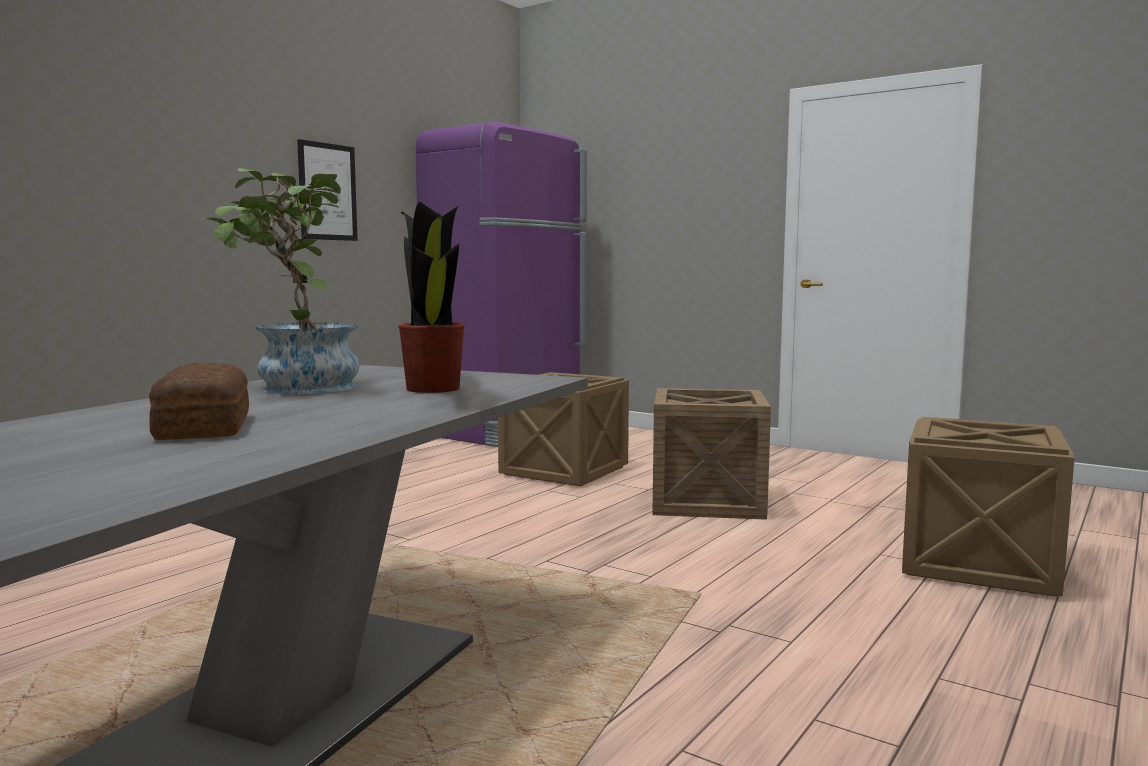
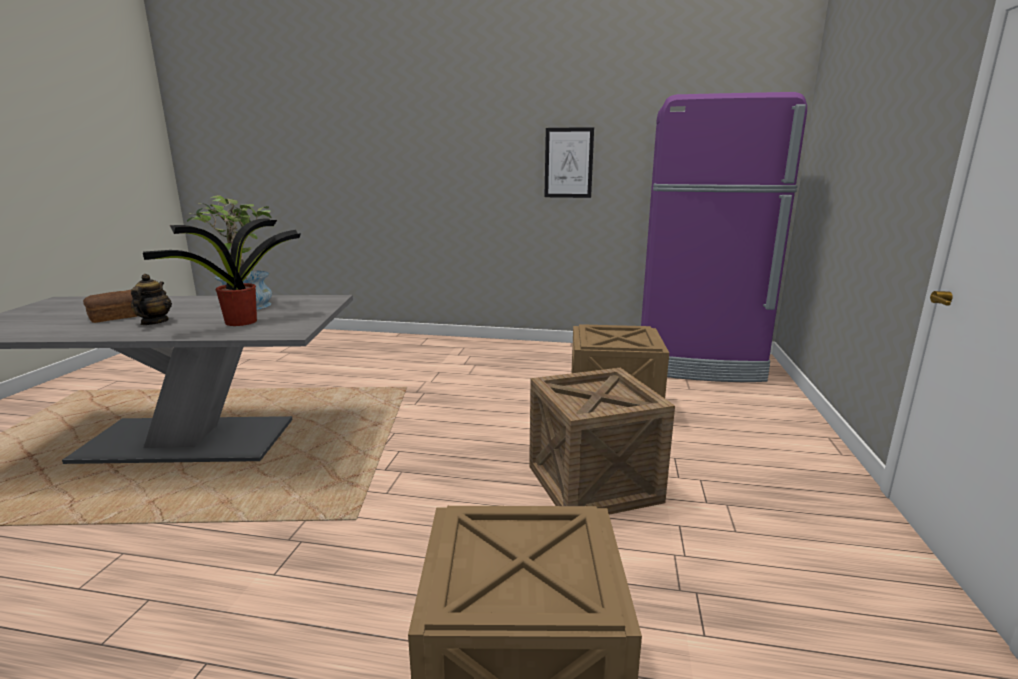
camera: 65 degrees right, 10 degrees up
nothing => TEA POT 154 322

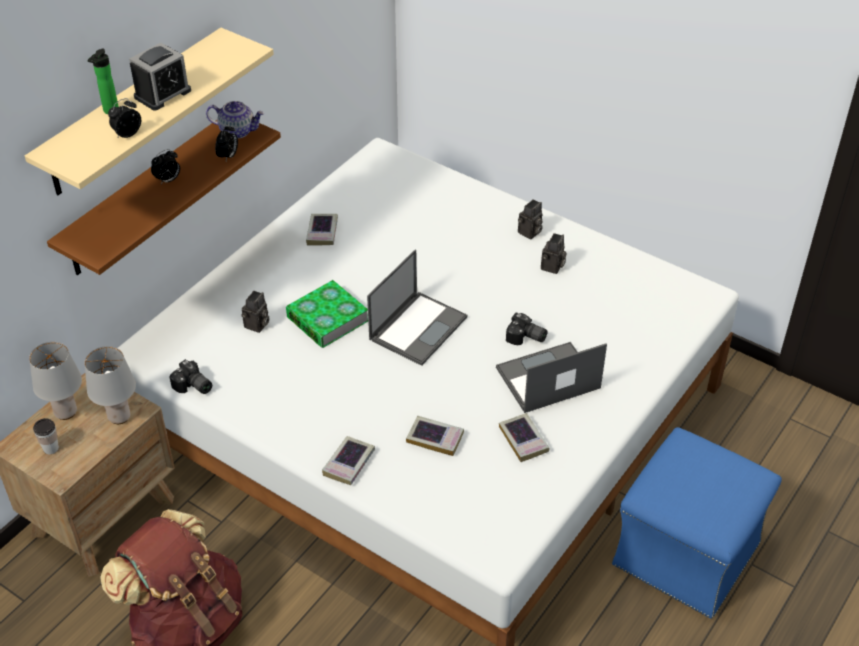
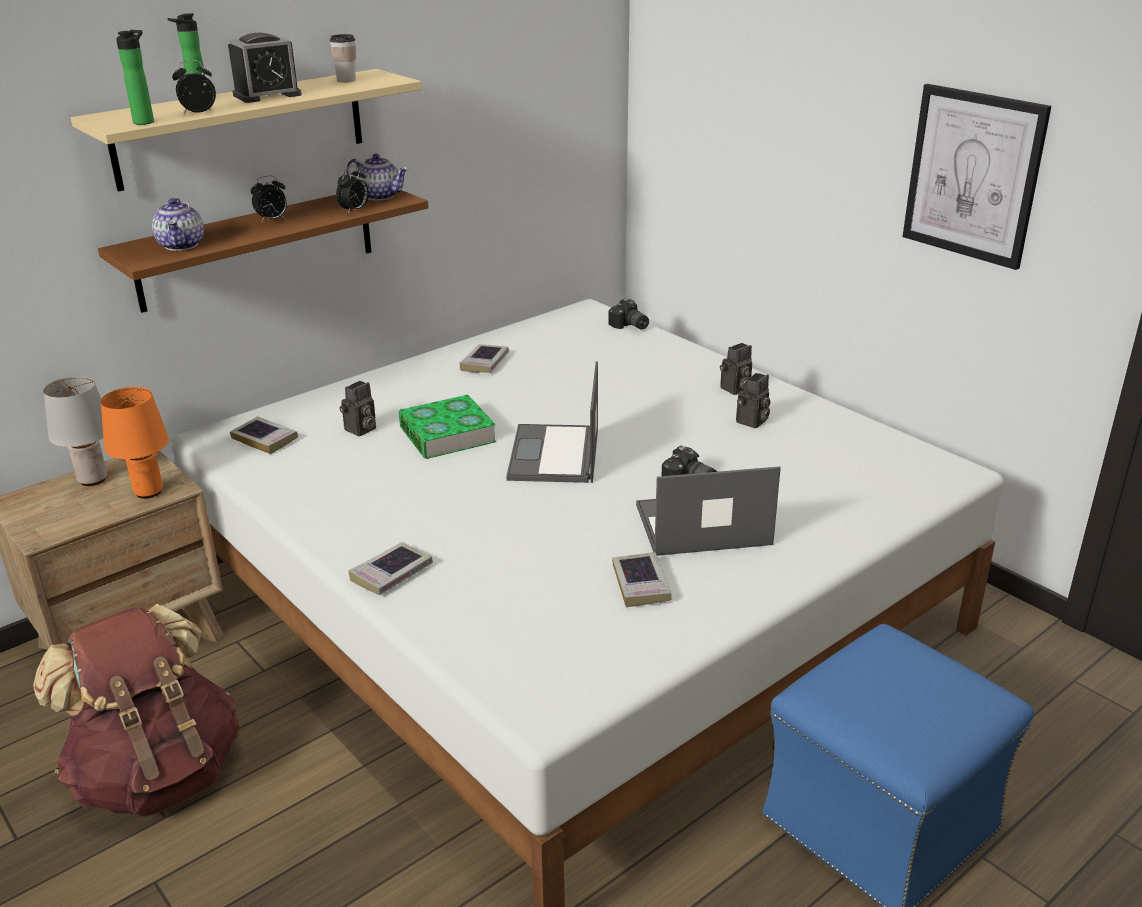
camera: 15 degrees right, 15 degrees down
GREY TABLETOP LAMP 120 417 => ORANGE TABLETOP LAMP 149 492
nothing => DRINK BOTTLE 145 121
nothing => TEA POT 182 245
VOLUME 435 438 => VOLUME 265 439, shifted
CUP 51 448 => CUP 346 80, shifted
LAPTOP 418 327 => LAPTOP 554 455, 135 degrees clockwise
PHOTO CAMERA 193 387 => PHOTO CAMERA 629 326, shifted
nothing => WALL ART 973 175

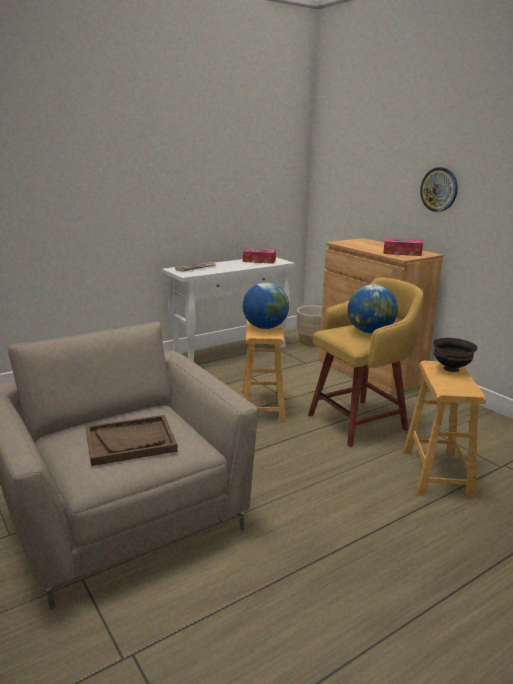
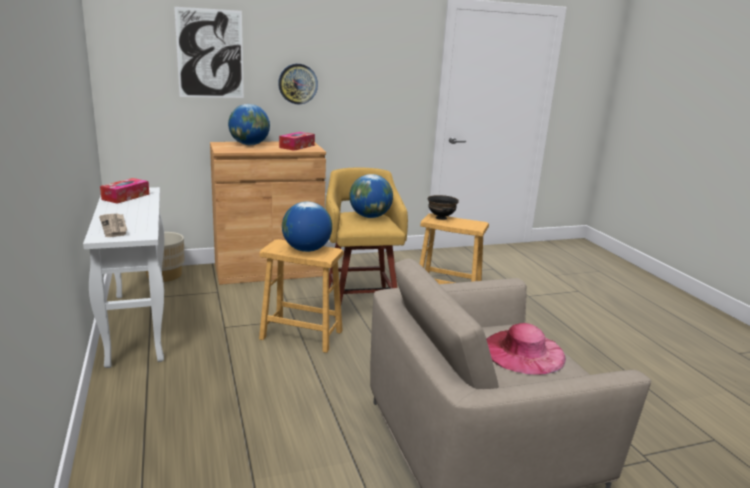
camera: 75 degrees left, 0 degrees up
nothing => WALL ART 210 54
nothing => GLOBE 249 145
BROWN SERVING TRAY 131 442 => PINK-COLOURED HAT 523 352

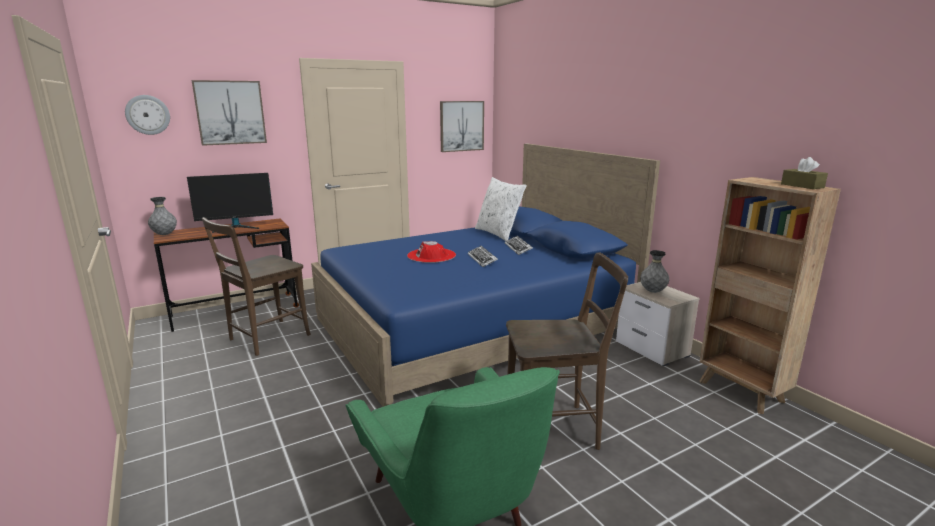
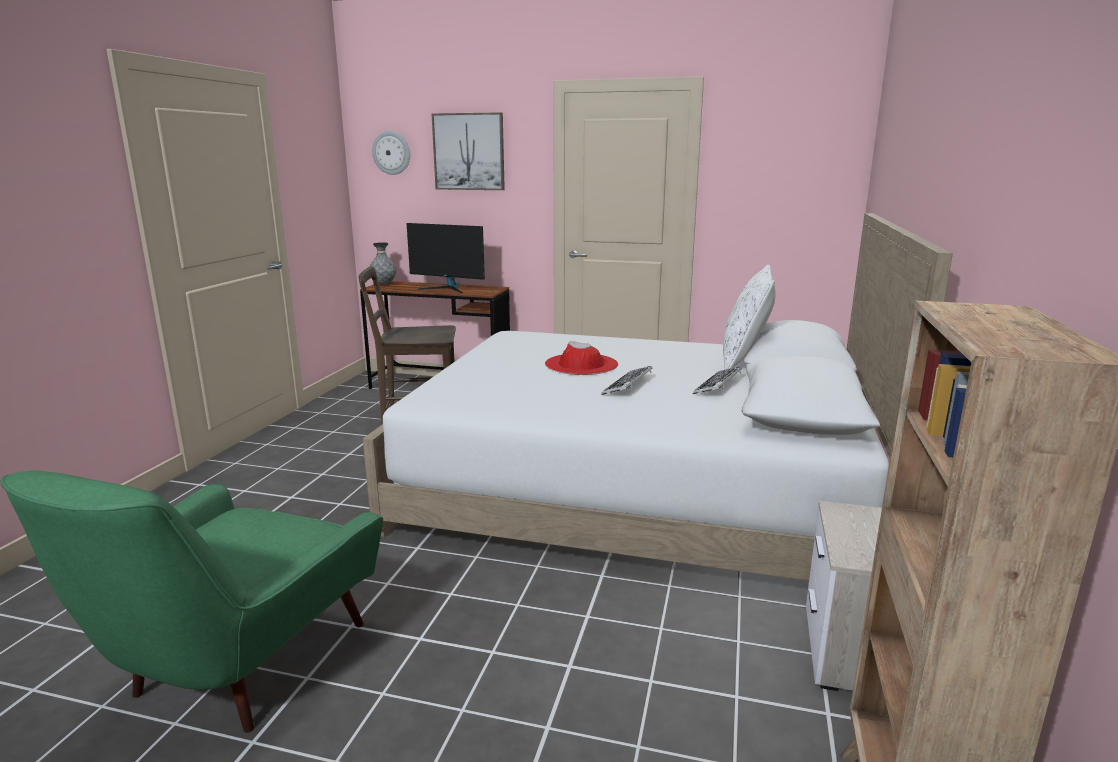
camera: 45 degrees right, 0 degrees up
BLUE-COLOURED SLEEPING BED 474 324 => WHITE-COLOURED SLEEPING BED 637 489
WALL ART 461 126 => nothing
BROWN UPRIGHT CHAIR 555 428 => nothing
GREY FLOWER VASE 652 291 => nothing
BROWN TISSUE HOLDER 802 186 => nothing

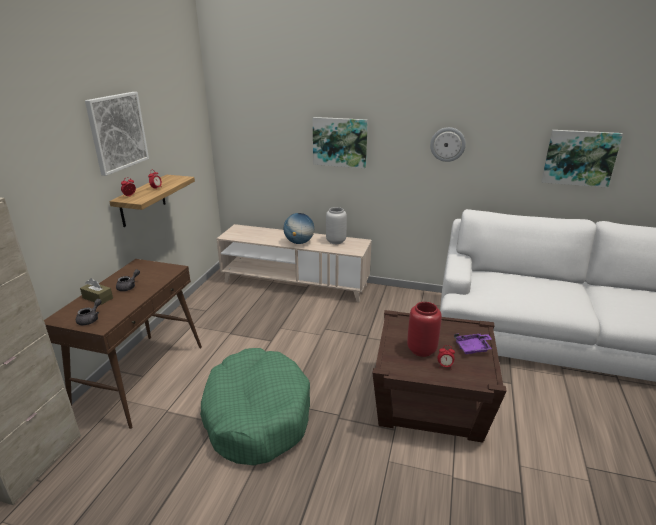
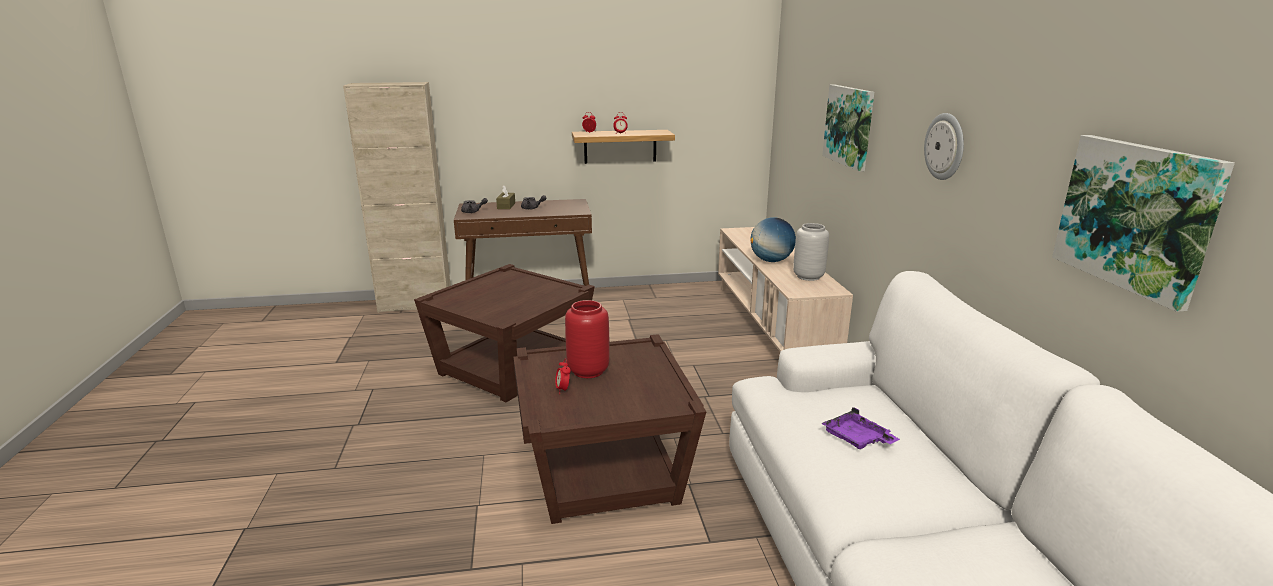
camera: 65 degrees right, 5 degrees down
GREEN DOG CUSHION 256 415 => BROWN ACCENT TABLE 512 366
PURPLISH SERVING TRAY 473 348 => PURPLISH SERVING TRAY 857 439, shifted
WALL ART 117 132 => nothing

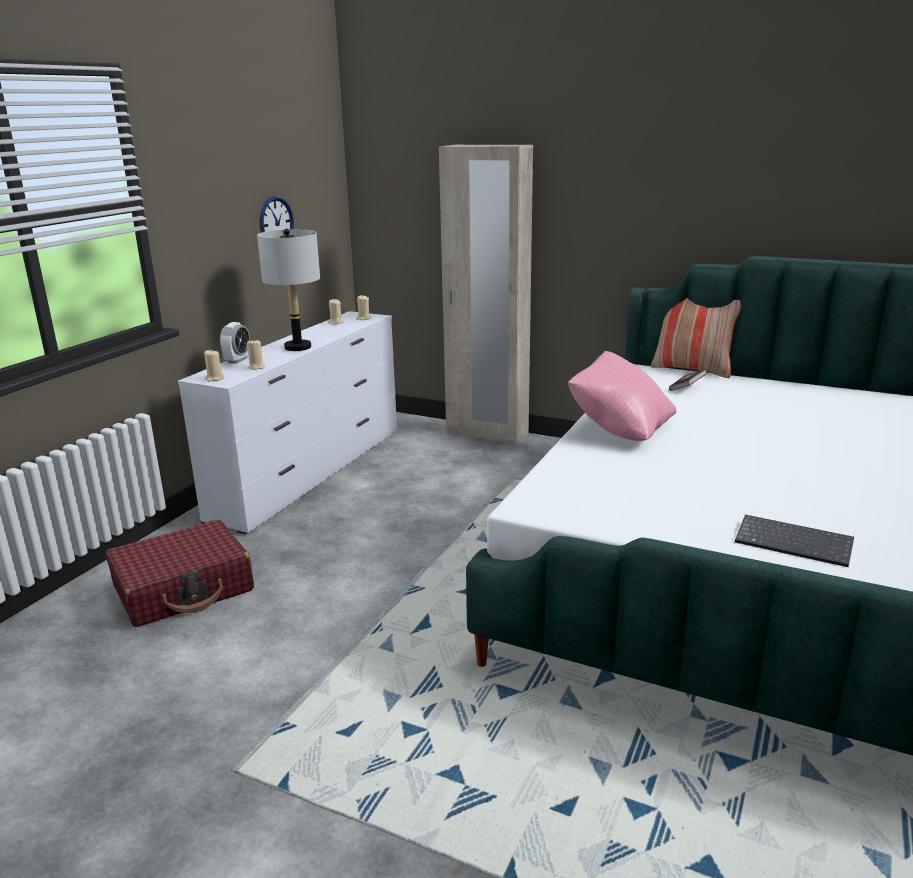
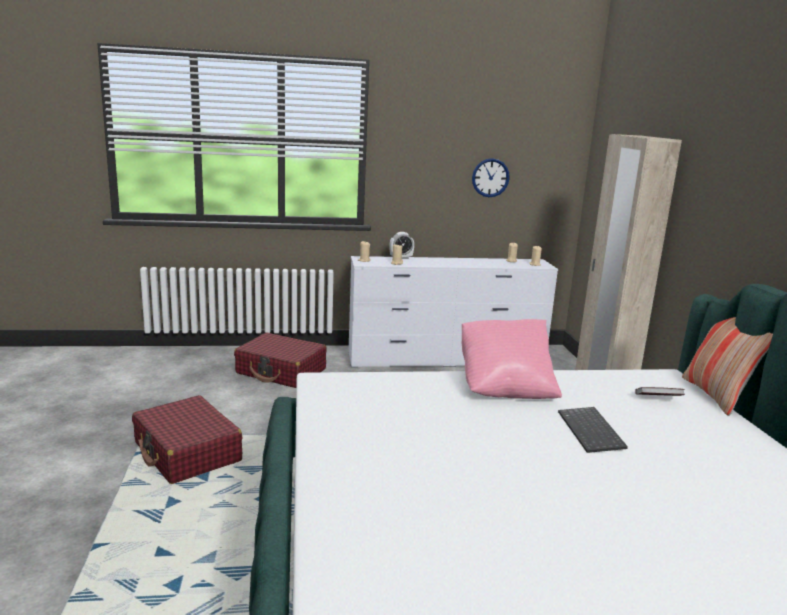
camera: 55 degrees right, 5 degrees down
nothing => RED PIECE OF LUGGAGE 187 452
KEYBOARD 795 542 => KEYBOARD 592 432, shifted
GREY TABLETOP LAMP 297 347 => nothing

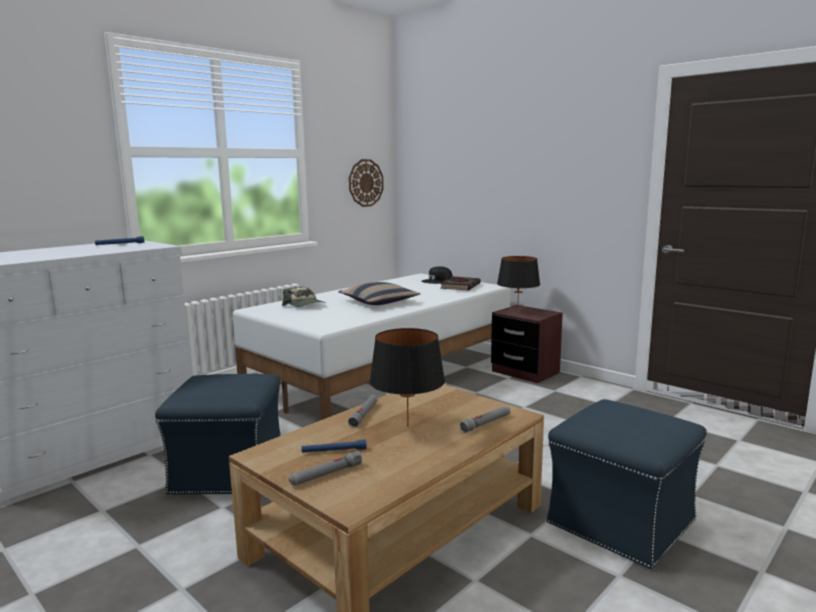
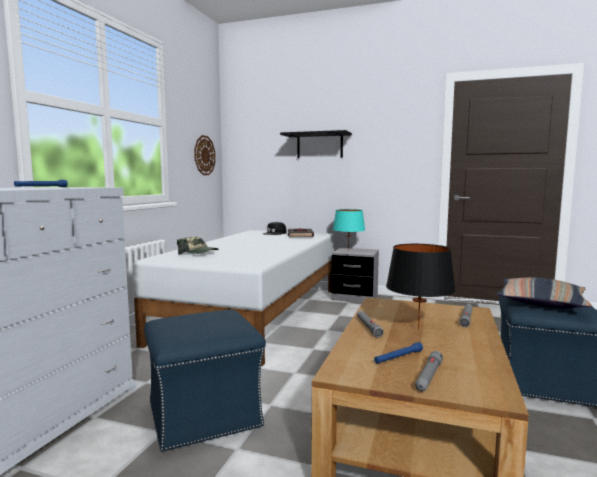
camera: 25 degrees left, 5 degrees down
nothing => BLACK WALL SHELF 319 146
BROWN BEDSIDE TABLE 525 372 => GREY BEDSIDE TABLE 354 297
BLACK TABLETOP LAMP 517 311 => BLUE-GREEN TABLETOP LAMP 348 251
PILLOW 379 302 => PILLOW 541 302, shifted

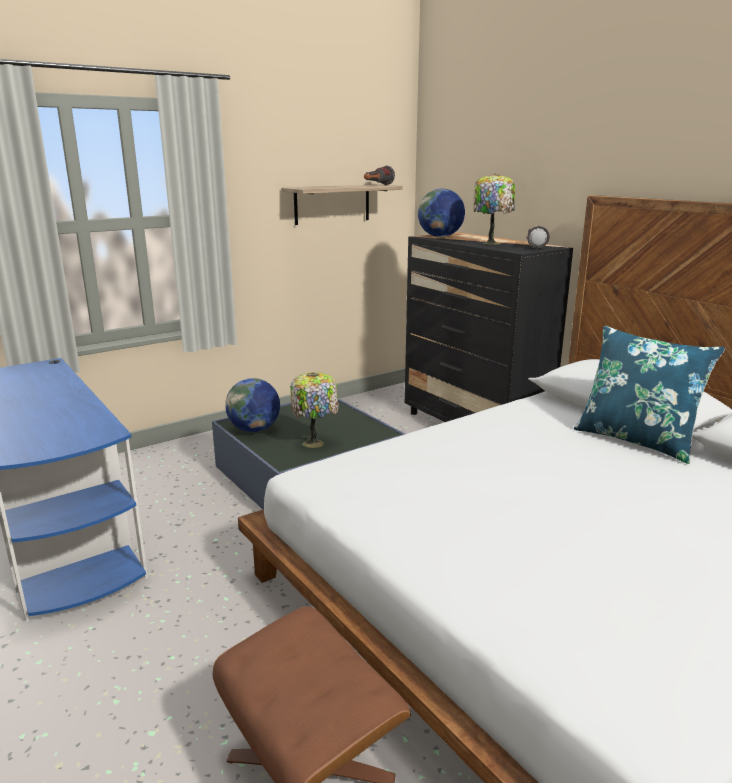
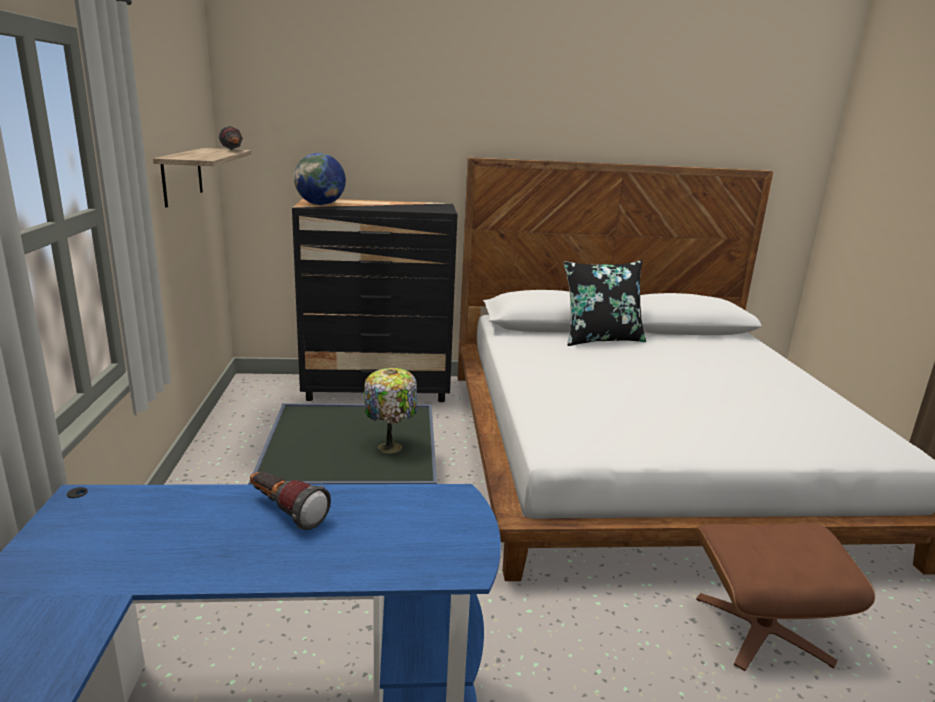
camera: 60 degrees left, 0 degrees up
HAND TORCH 533 246 => HAND TORCH 285 512, shifted
BLUE-COLOURED PILLOW 636 440 => BLACK PILLOW 600 339
GLOBE 254 429 => nothing
TABLETOP LAMP 491 243 => nothing

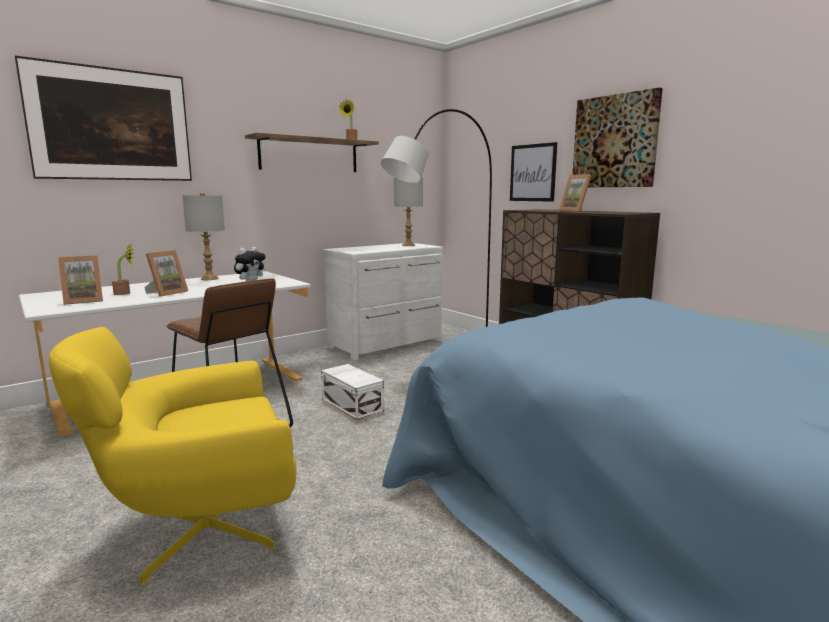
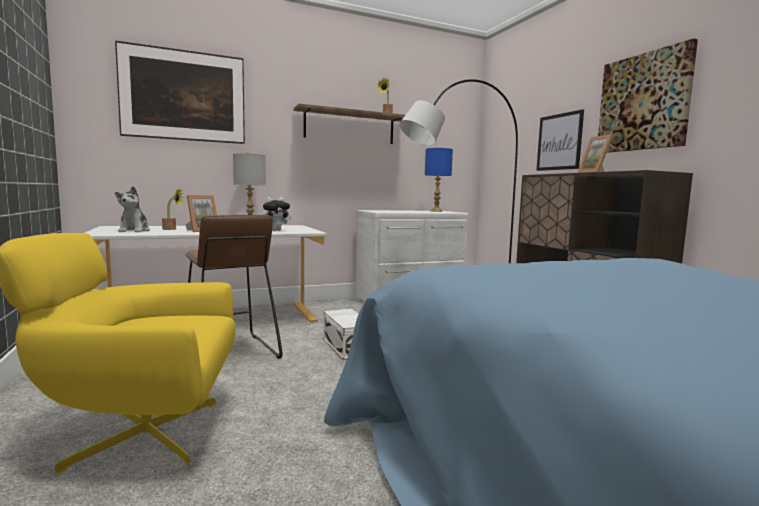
camera: 15 degrees right, 5 degrees down
PHOTO FRAME 84 301 => CUDDLY TOY 134 231
GREY TABLETOP LAMP 408 245 => BLUE-COLOURED TABLETOP LAMP 436 211

